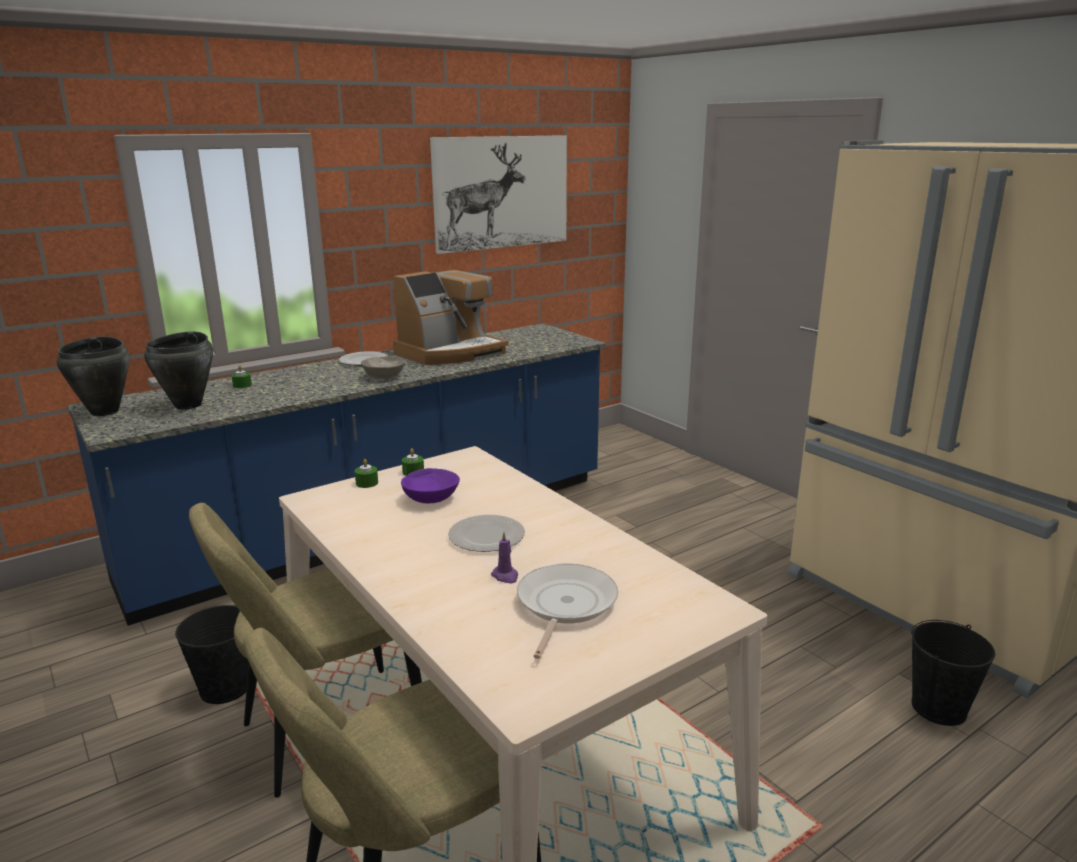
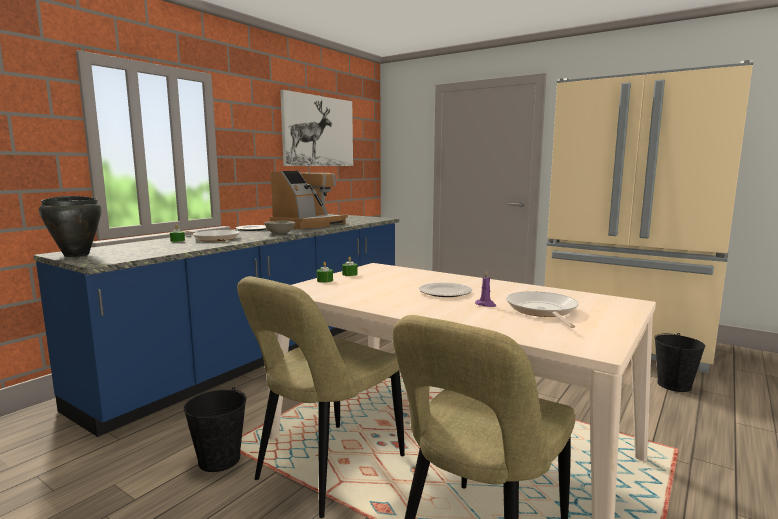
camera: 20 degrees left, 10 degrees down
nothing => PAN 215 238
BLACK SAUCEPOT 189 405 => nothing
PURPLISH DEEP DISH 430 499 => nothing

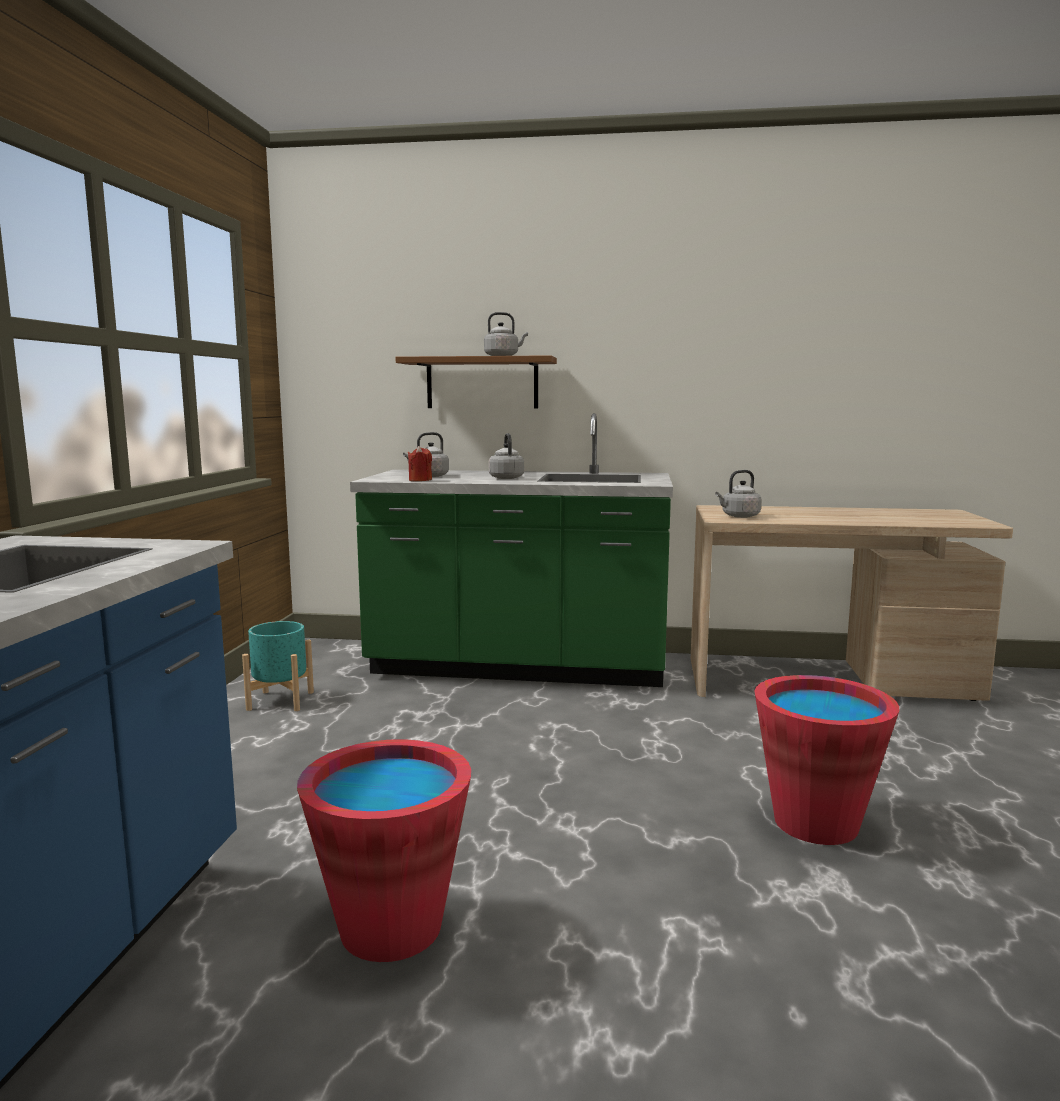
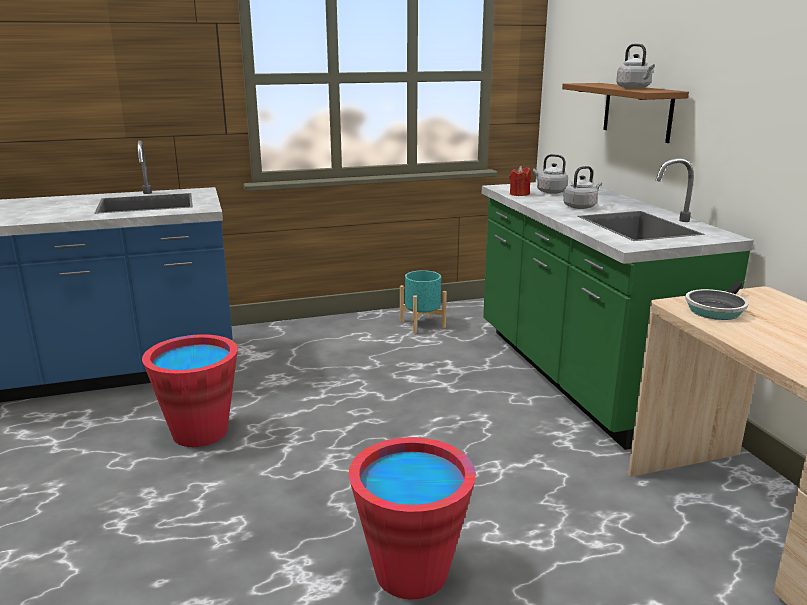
camera: 65 degrees right, 10 degrees up
GREY TEA KETTLE 739 516 => PAN 715 309

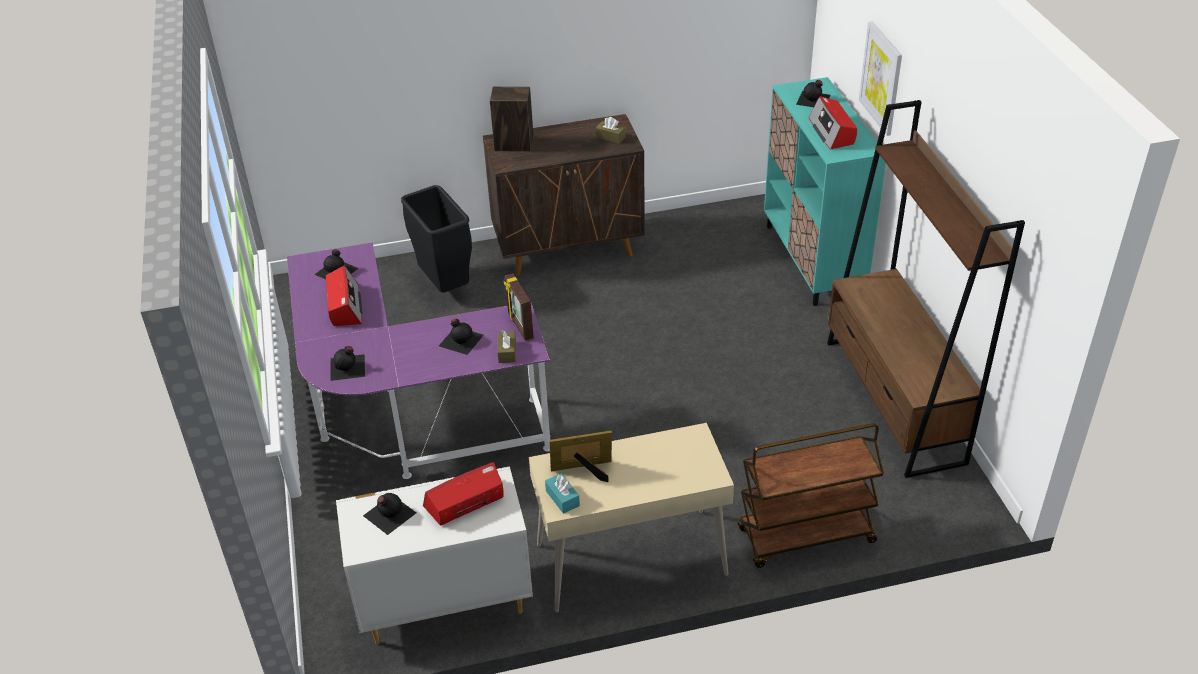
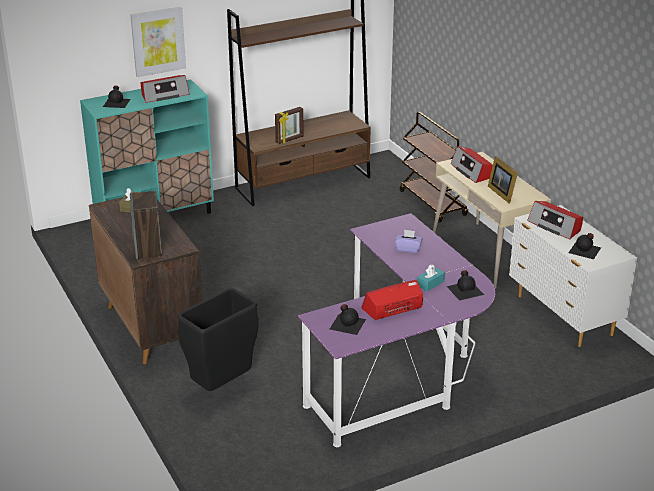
camera: 105 degrees left, 10 degrees down
PHOTO FRAME 520 326 => PHOTO FRAME 290 140, shifted
BLACK DRINK BOTTLE 461 339 => PURPLISH TISSUE HOLDER 408 249
BLUE-GREEN TISSUE HOLDER 562 498 => BLUE-GREEN TISSUE HOLDER 430 284, shifted
nothing => RADIO SET 472 171
BROWN TISSUE HOLDER 507 352 => nothing

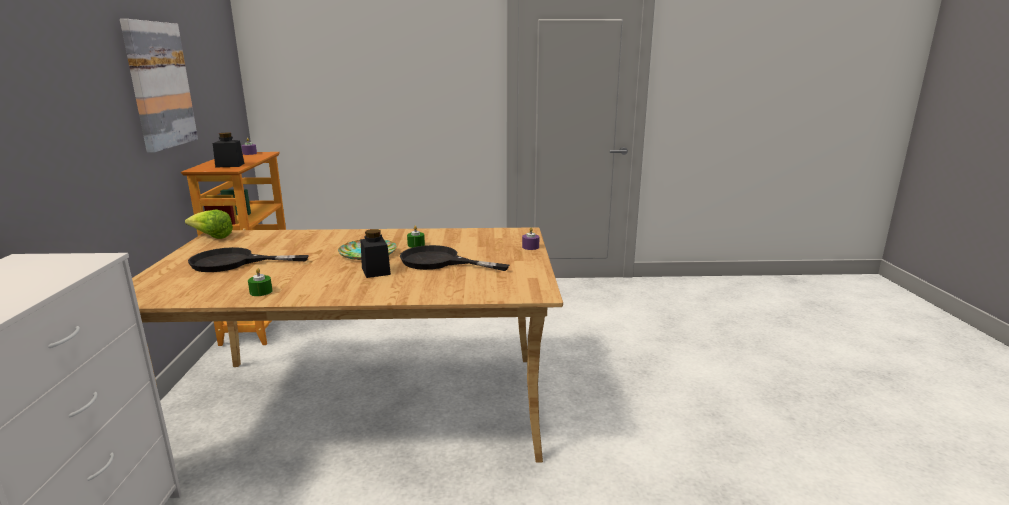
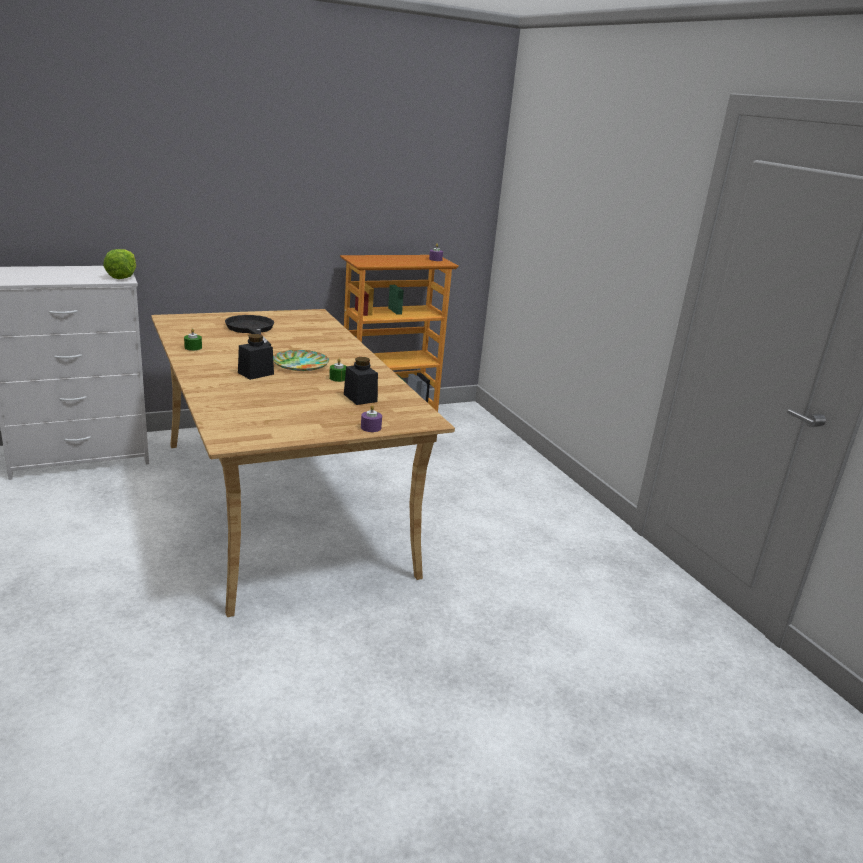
camera: 65 degrees right, 5 degrees up
LETTUCE 212 237 => LETTUCE 122 276, shifted
BLACK JAR 230 165 => BLACK JAR 360 398, shifted
WALL ART 159 85 => nothing
BLACK PAN 439 262 => nothing

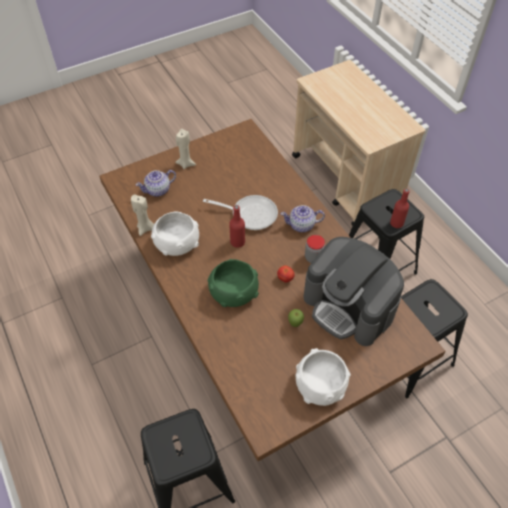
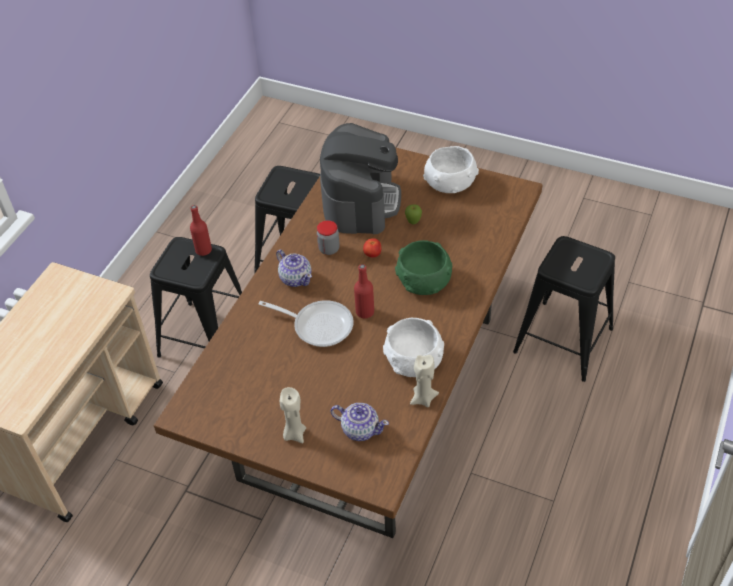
camera: 125 degrees left, 5 degrees down
PAN 250 214 => PAN 318 325, 135 degrees clockwise

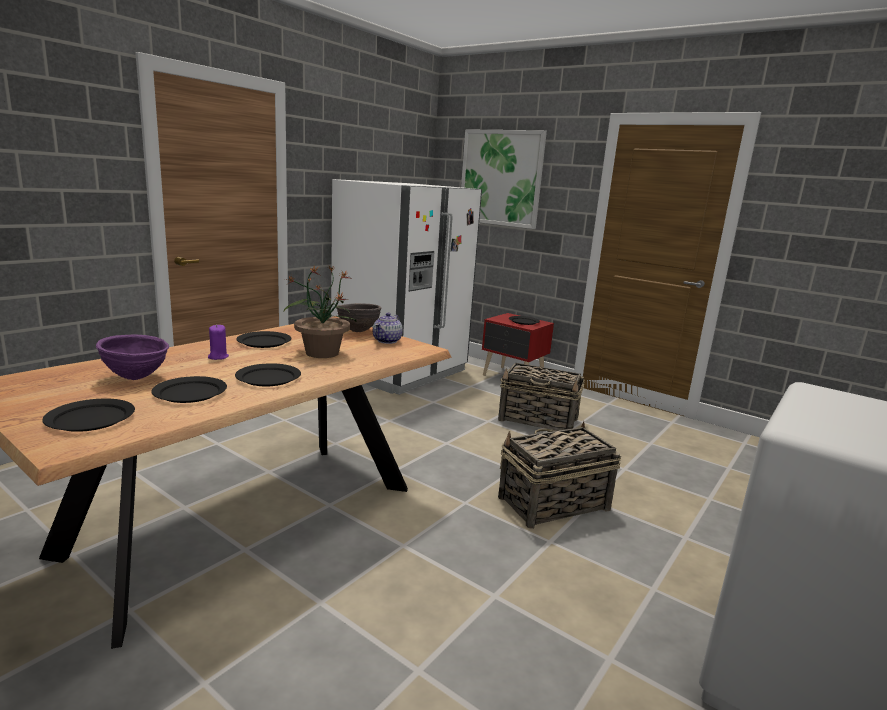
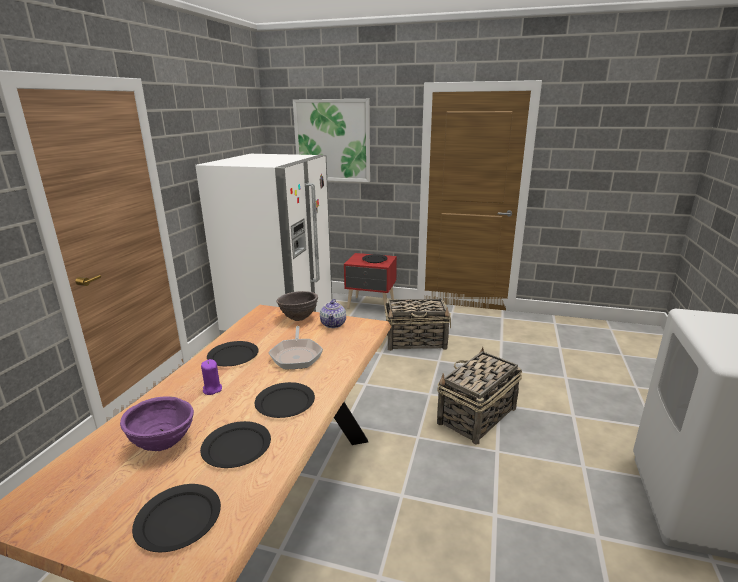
camera: 20 degrees left, 5 degrees up
POTTED PLANT 321 353 => PAN 296 355

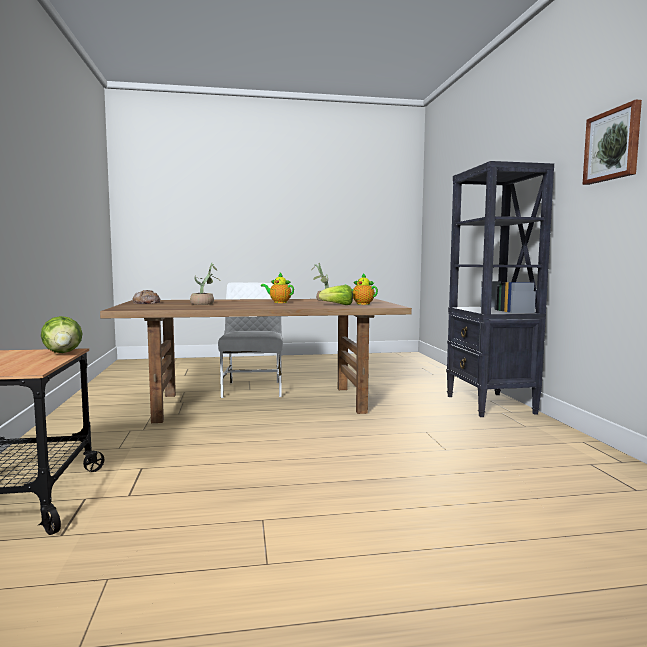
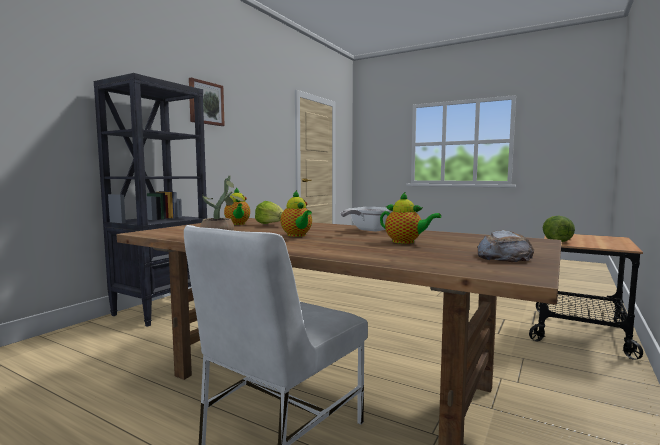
camera: 140 degrees left, 0 degrees up
nothing => PAN 369 230
POTTED PLANT 205 304 => TEA POT 406 242

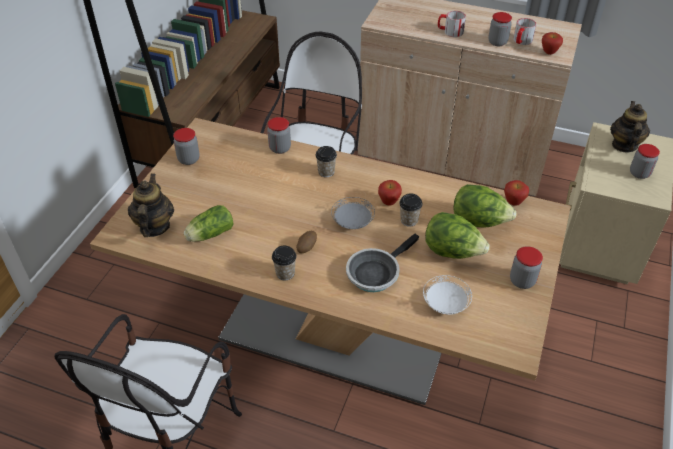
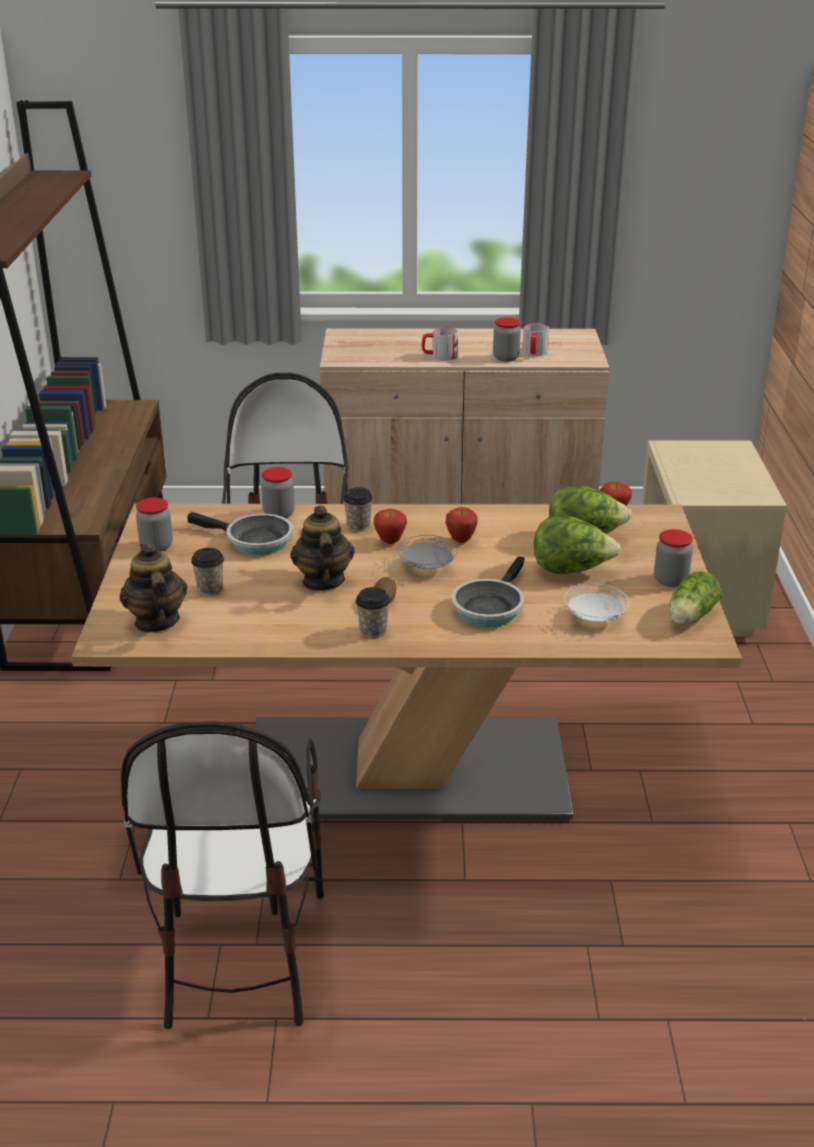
camera: 20 degrees left, 15 degrees down
nothing => PAN 254 541
CUP 409 220 => CUP 210 589, shifted
TEA POT 624 145 => TEA POT 322 581, shifted
APPLE 549 53 => APPLE 390 542, shifted
LETTUCE 209 234 => LETTUCE 689 617, shifted
JAR 639 173 => nothing

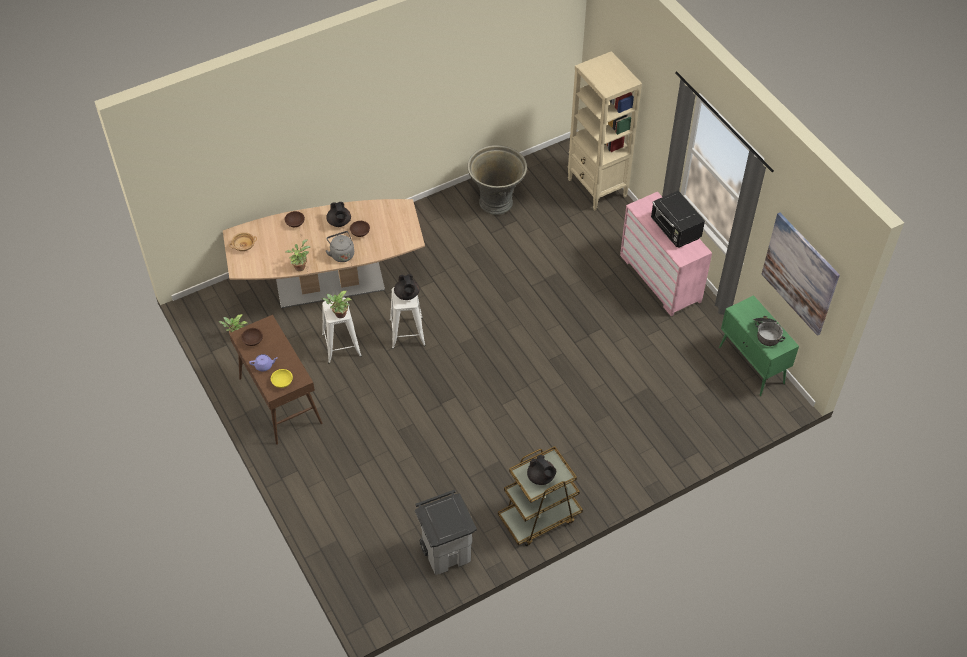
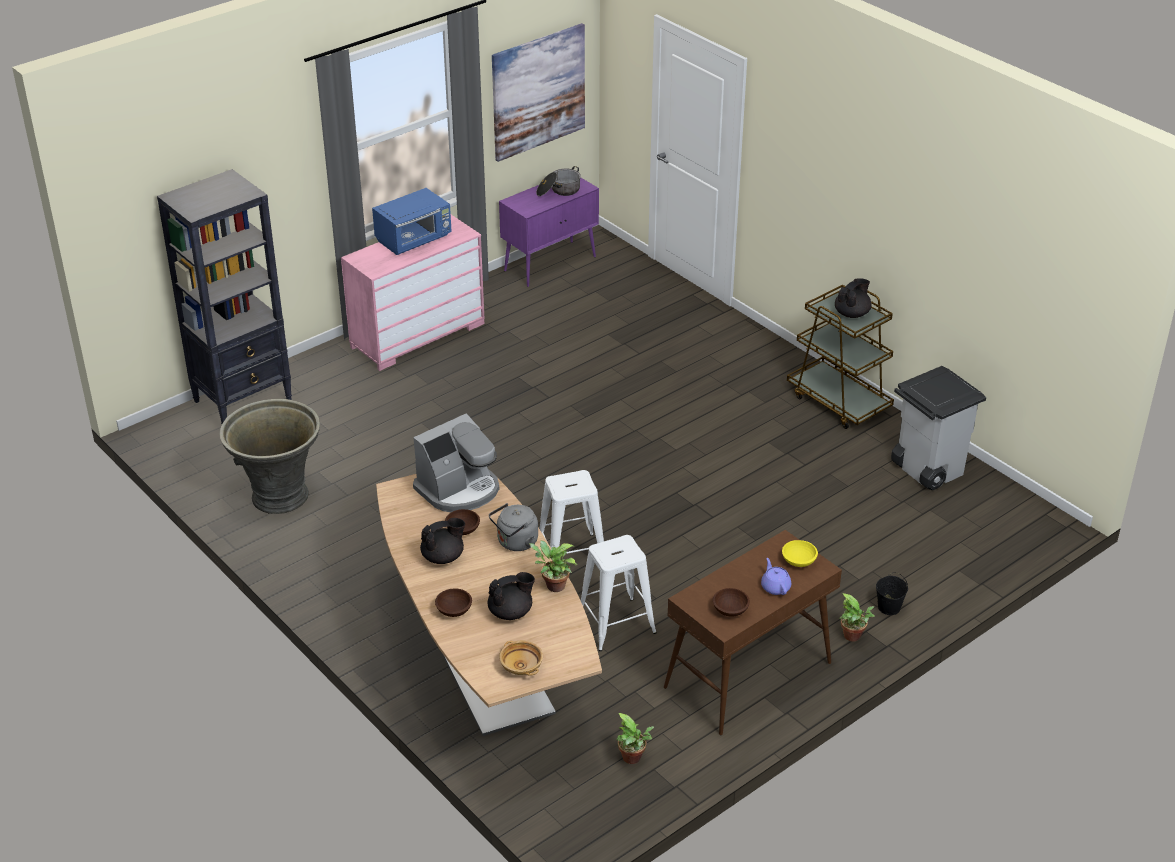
camera: 100 degrees left, 15 degrees down
BEIGE-COLOURED BOOKCASE 597 188 => BLACK BOOKCASE 244 400
BLACK MICROWAVE OVEN 675 230 => BLUE-COLOURED MICROWAVE OVEN 414 240
nothing => COFFEE MACHINE 459 489
BLACK TEA POT 407 295 => BLACK TEA POT 511 612, shifted
GREEN STORAGE CABINET 752 366 => PURPLISH STORAGE CABINET 551 263
POTTED PLANT 339 315 => POTTED PLANT 854 637, shifted
nothing => BLACK WATER BUCKET 889 607

